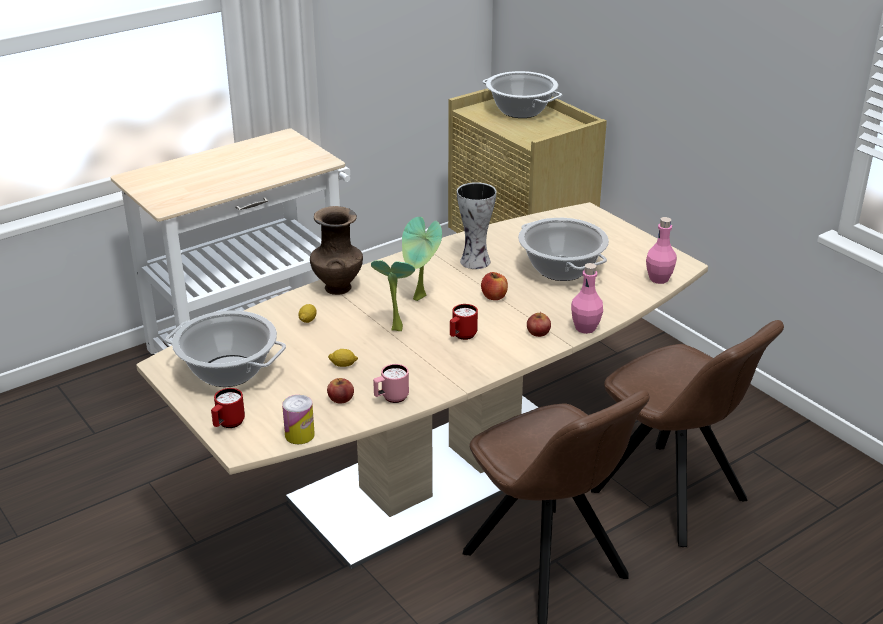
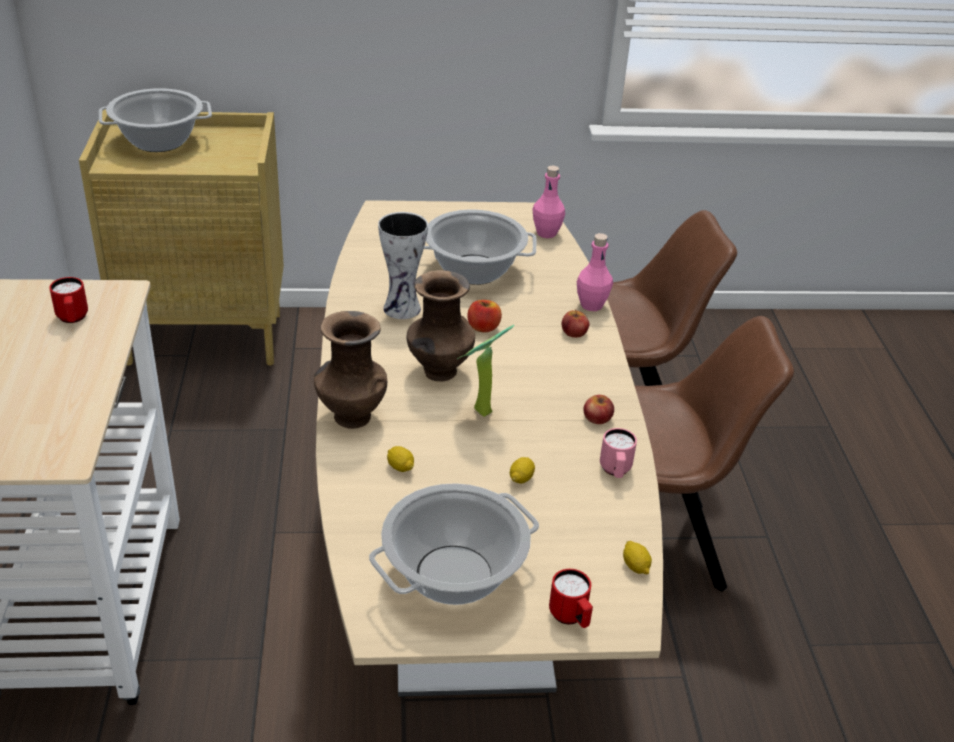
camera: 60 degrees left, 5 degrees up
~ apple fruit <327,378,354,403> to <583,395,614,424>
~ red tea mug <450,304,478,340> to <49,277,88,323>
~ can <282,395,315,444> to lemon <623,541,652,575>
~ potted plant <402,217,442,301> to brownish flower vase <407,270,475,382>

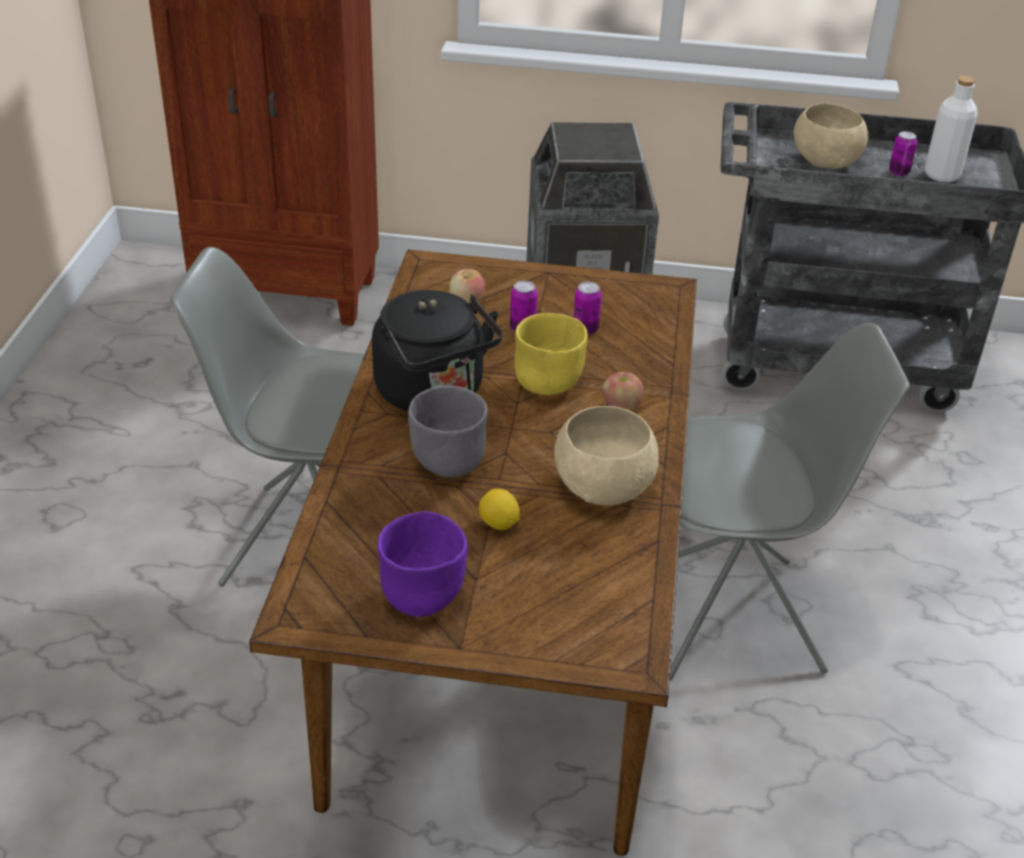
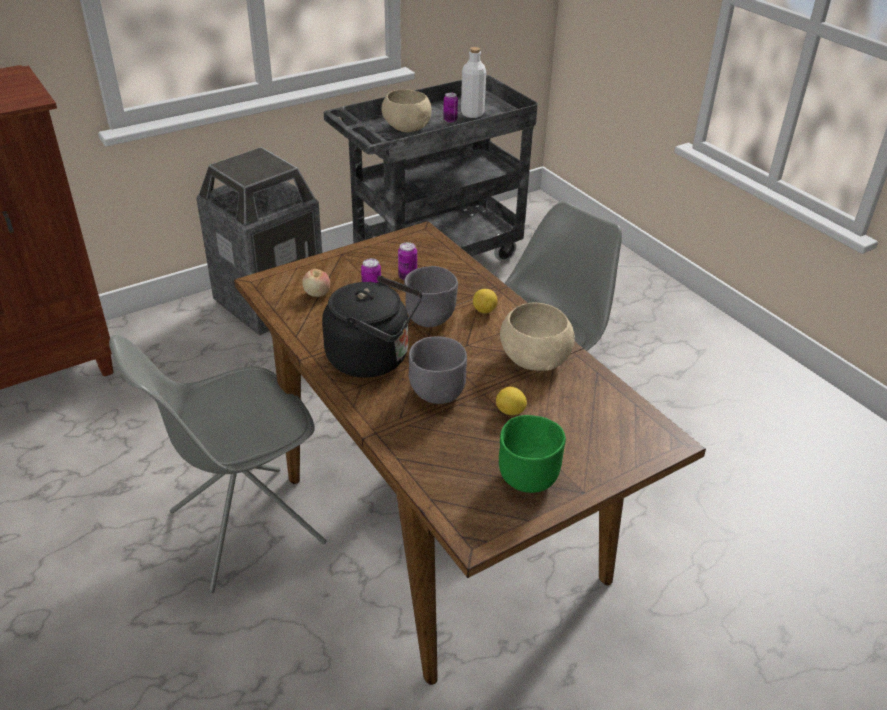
camera: 40 degrees left, 0 degrees up
~ apple fruit <602,372,644,411> to lemon <473,289,498,313>
~ purple-coloured bowl <377,511,468,617> to greenish bowl <499,415,566,493>
~ yellow-coloured bowl <515,313,588,395> to grey bowl <404,266,458,327>

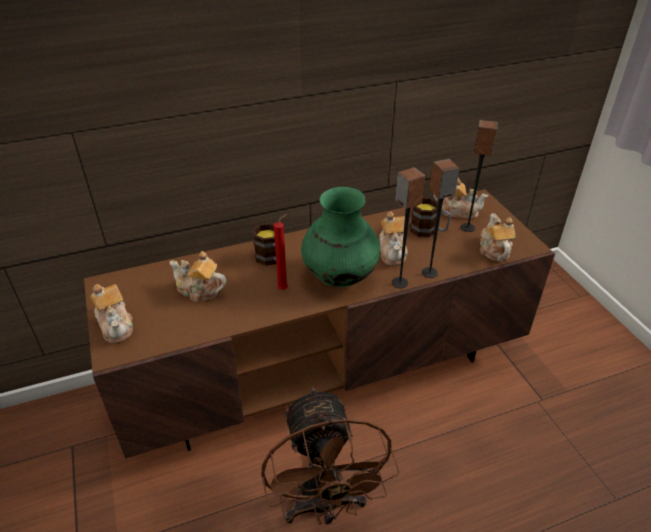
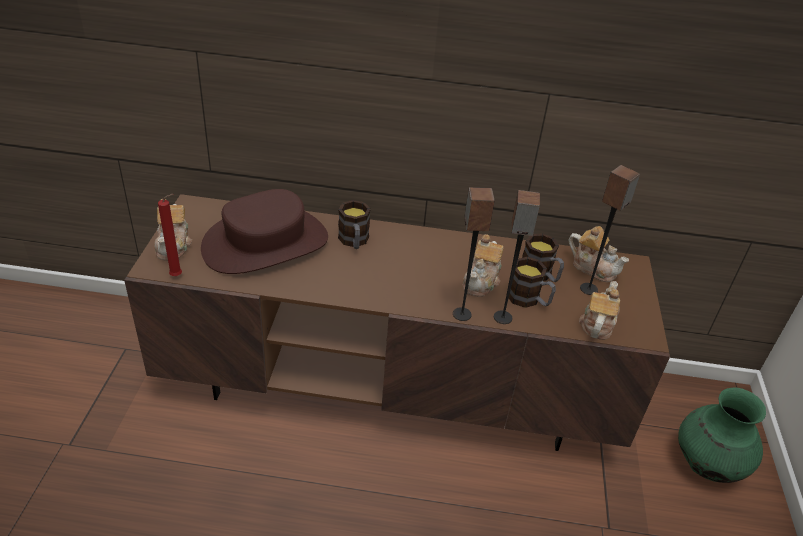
camera: 25 degrees right, 0 degrees up
- brownish cooling fan <261,386,400,525>
+ tea mug <509,257,556,308>
~ red wax candle <274,214,288,290> to <158,194,182,276>
~ greenish flower vase <301,187,381,287> to <678,387,766,483>
~ pot for tea <170,251,226,302> to brownish wearable hat <201,189,328,274>

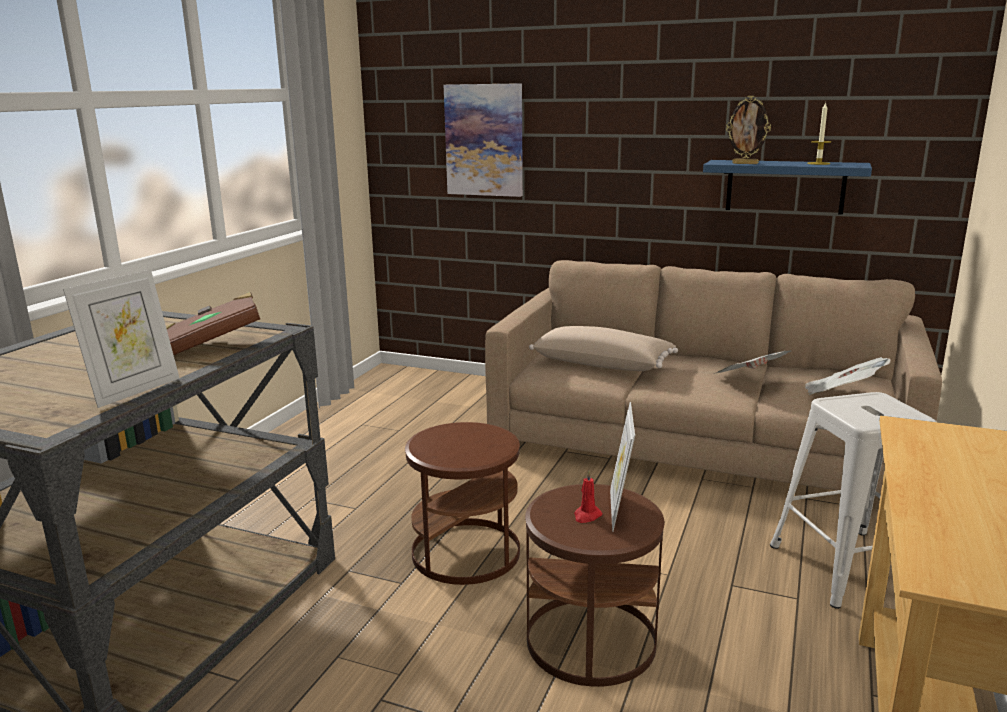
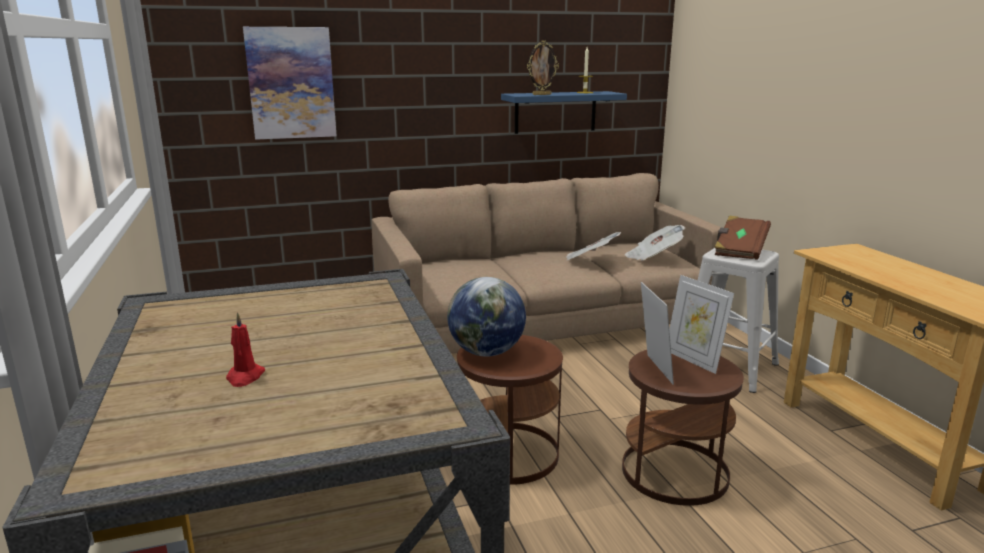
camera: 40 degrees left, 0 degrees up
- beige throw pillow <529,326,678,371>
+ world globe <447,277,526,357>
~ photo frame <63,270,180,408> to <641,282,674,385>
~ brownish book <166,292,260,355> to <714,215,771,260>
~ red wax candle <574,470,602,523> to <226,312,265,387>

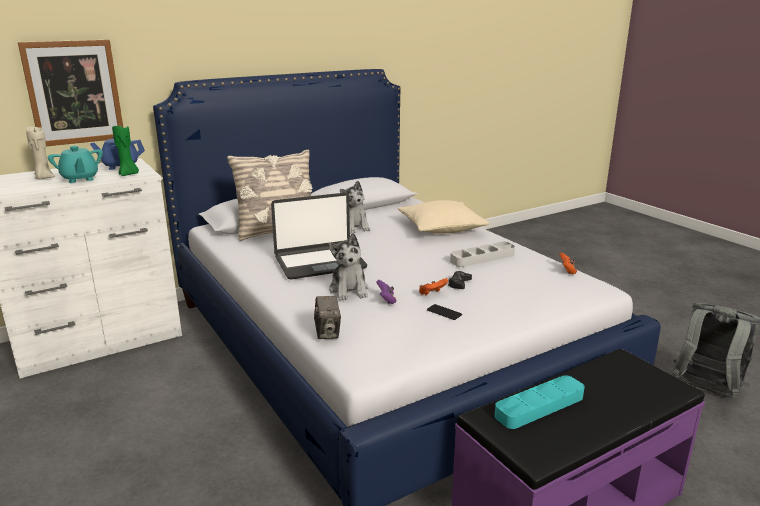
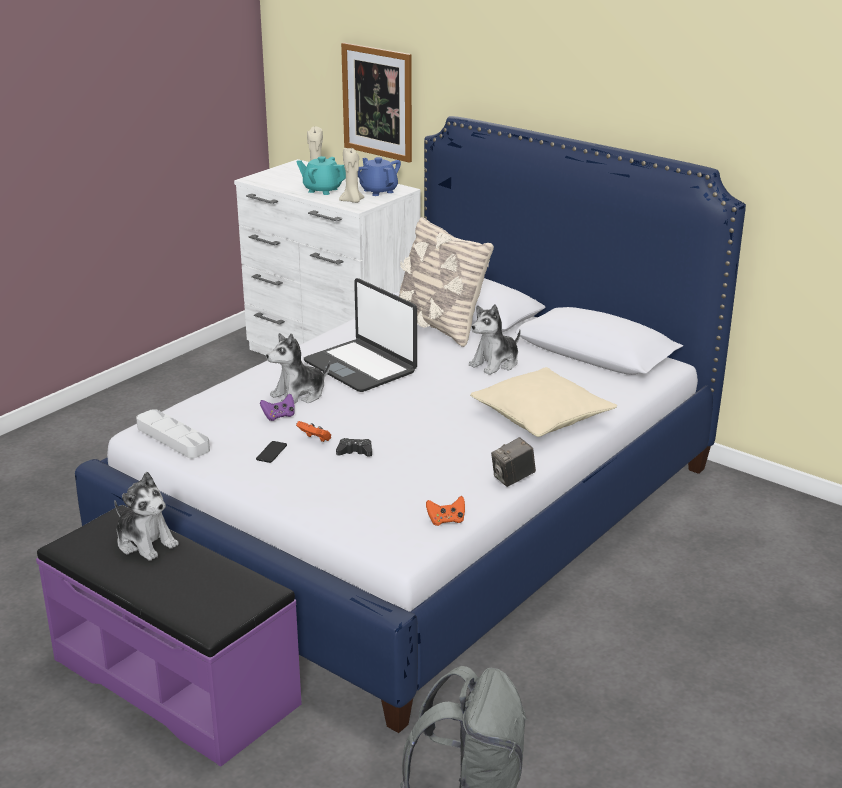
camera: 70 degrees right, 5 degrees up
~ photo camera <314,296,341,339> to <491,437,536,487>
~ grey tray <450,241,515,267> to <136,409,210,458>
~ turquoise-coloured tray <495,375,584,429> to cuddly toy <114,472,179,561>
~ greenish wax candle <112,126,139,176> to beige wax candle <339,148,364,203>
~ turquoise-coloured pot for tea <48,146,103,183> = <296,156,346,195> 75 degrees clockwise

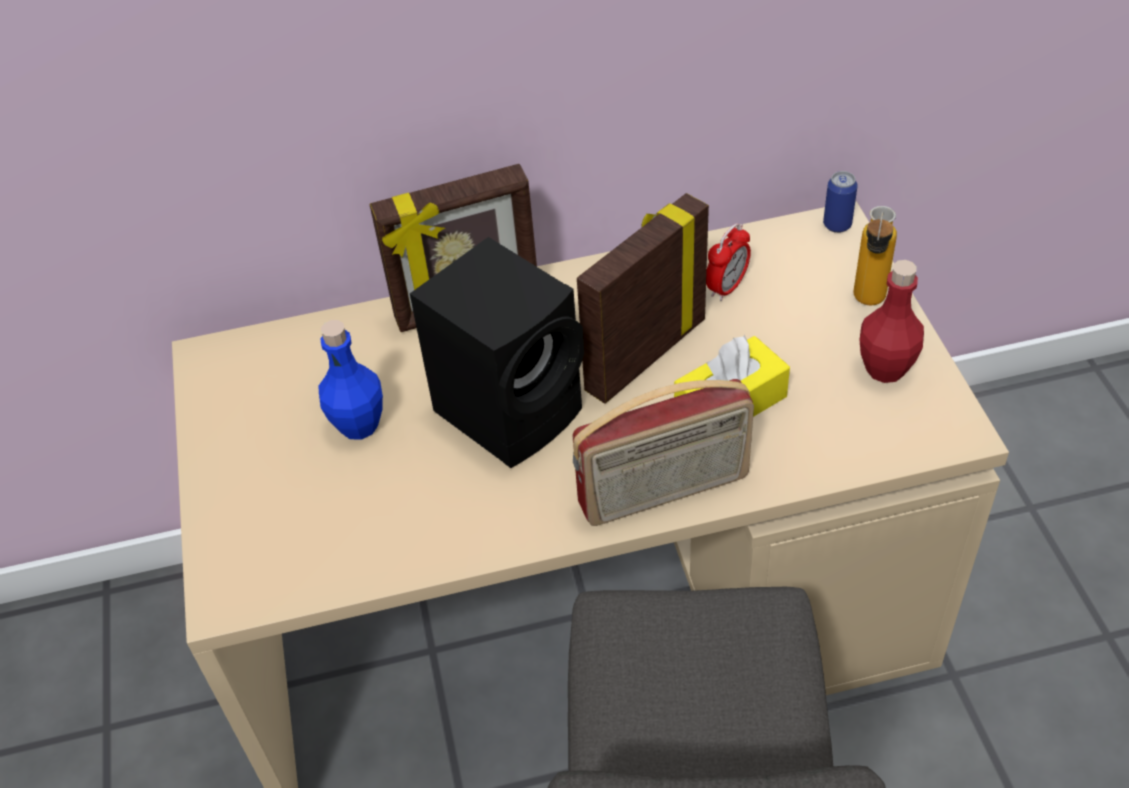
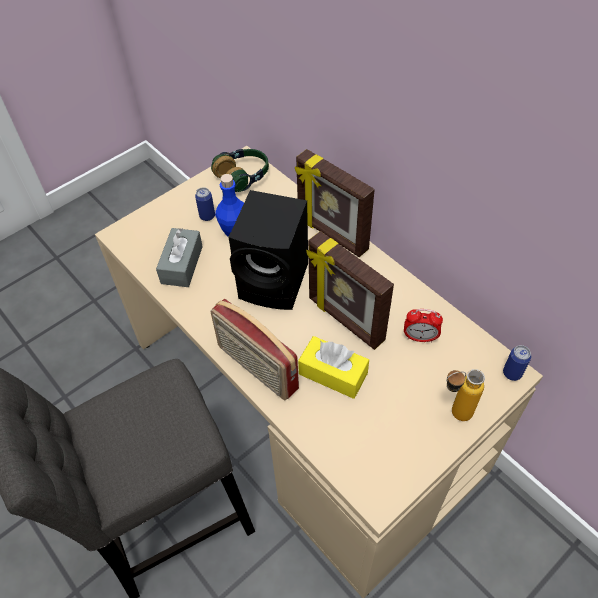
camera: 60 degrees right, 5 degrees up
- red drink bottle <859,260,924,383>
+ grey tissue holder <156,228,203,287>
+ can <195,187,215,221>
+ pair of headphones <211,149,269,192>
~ photo frame <577,193,709,404> = <306,231,394,350> 150 degrees counterclockwise

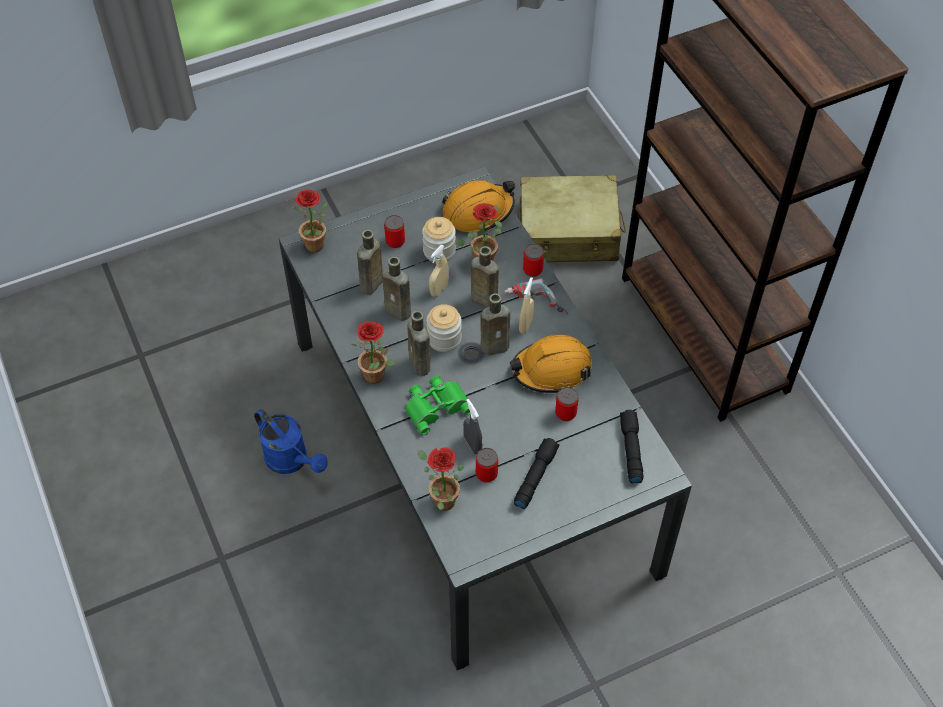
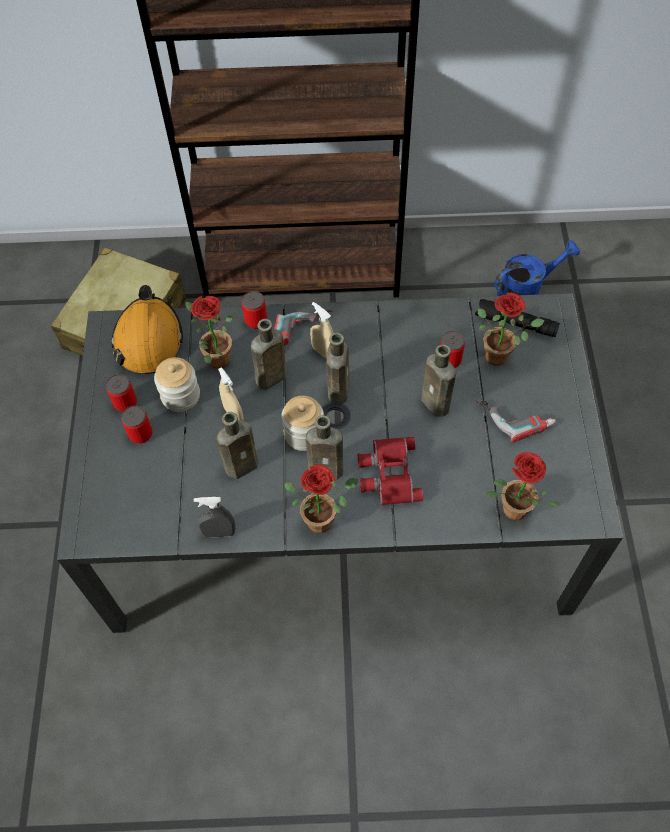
camera: 65 degrees left, 5 degrees up
- orange-coloured hard hat <510,335,592,393>
~ blue-coloured watering pot <254,409,328,474> to <494,240,580,296>
~ potted plant <291,189,327,253> to <478,293,544,366>
~ brownish drink bottle <357,229,383,295> to <421,344,456,417>
~ grey hand sprayer <463,399,483,454> to <194,497,236,538>
~ can <476,448,498,482> to <106,374,137,412>
~ black-coloured torch <514,438,559,509> to drill <474,399,556,443>
~ greenish binoculars <404,376,471,435> to red binoculars <358,437,423,505>

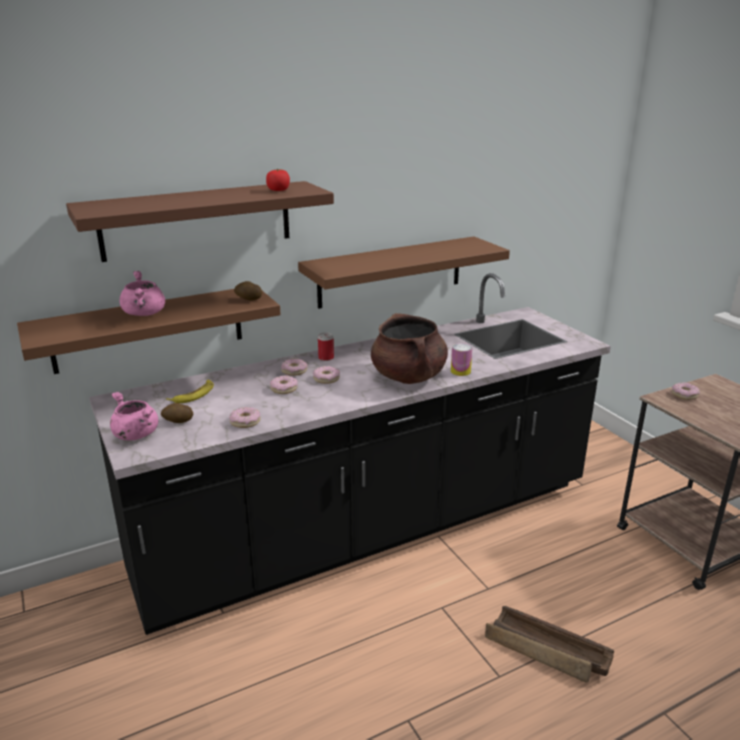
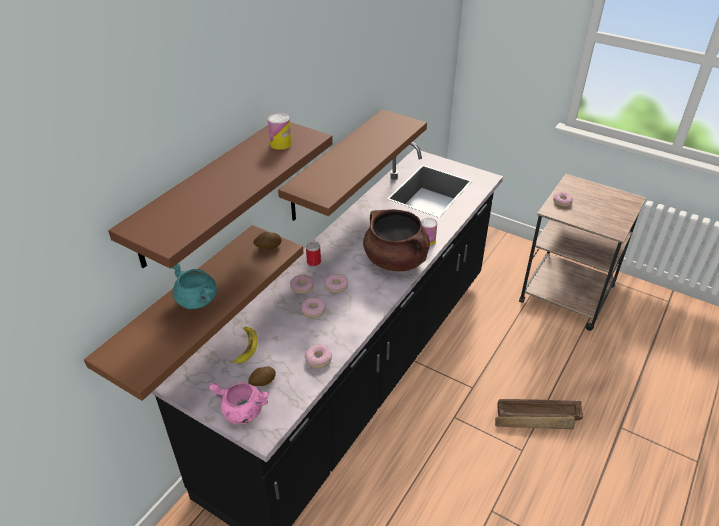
camera: 30 degrees left, 15 degrees up
~ whole tomato <266,169,290,191> to can <268,113,292,150>
~ pink saucepot <120,271,165,316> to turquoise-coloured saucepot <173,263,217,309>

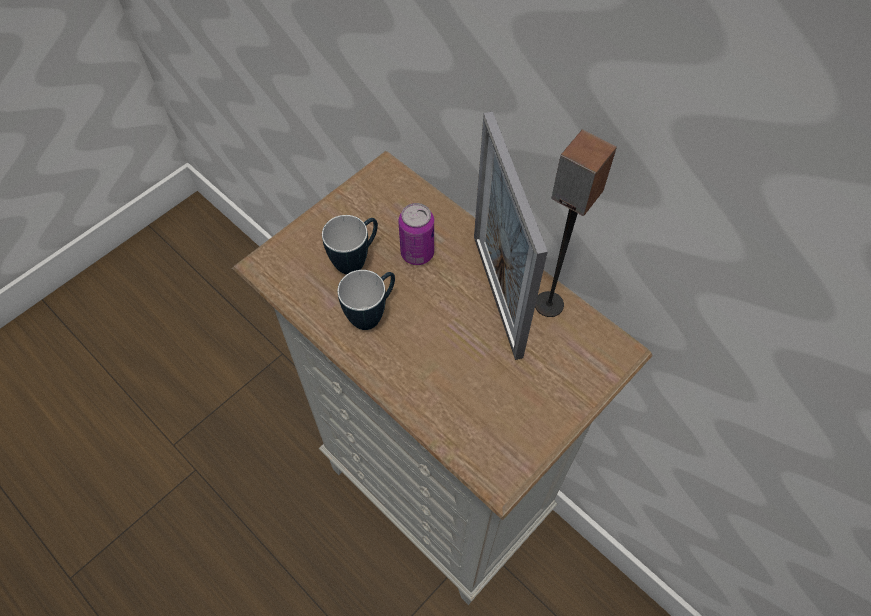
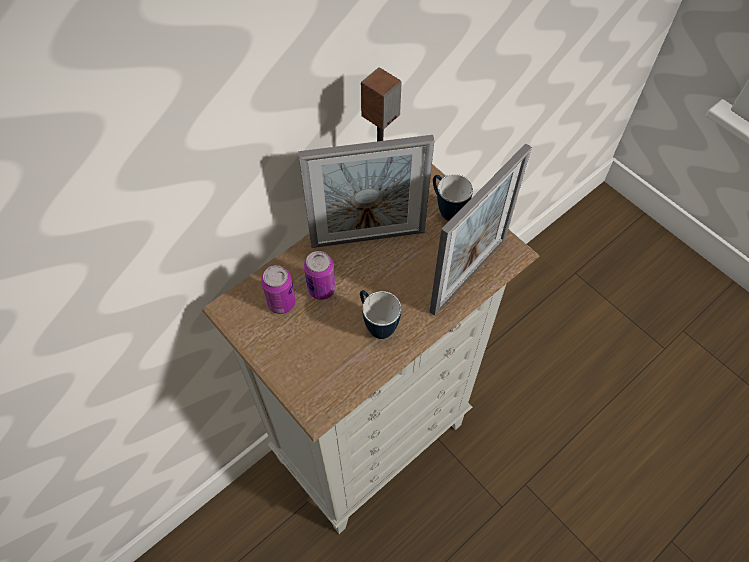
camera: 85 degrees left, 0 degrees up
+ can <261,265,296,314>
+ photo frame <429,144,532,316>
~ tea mug <322,215,378,275> to <433,174,473,221>

